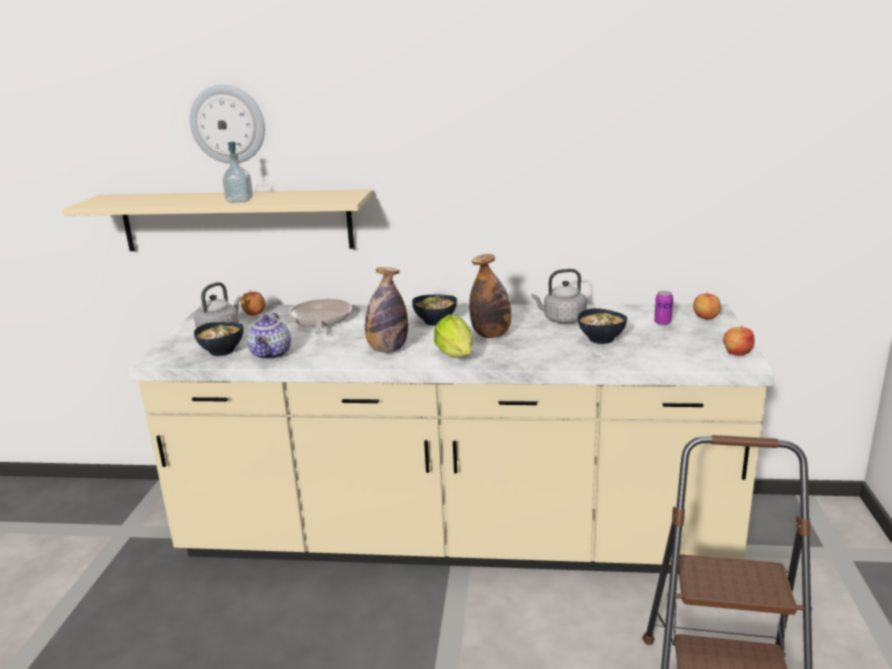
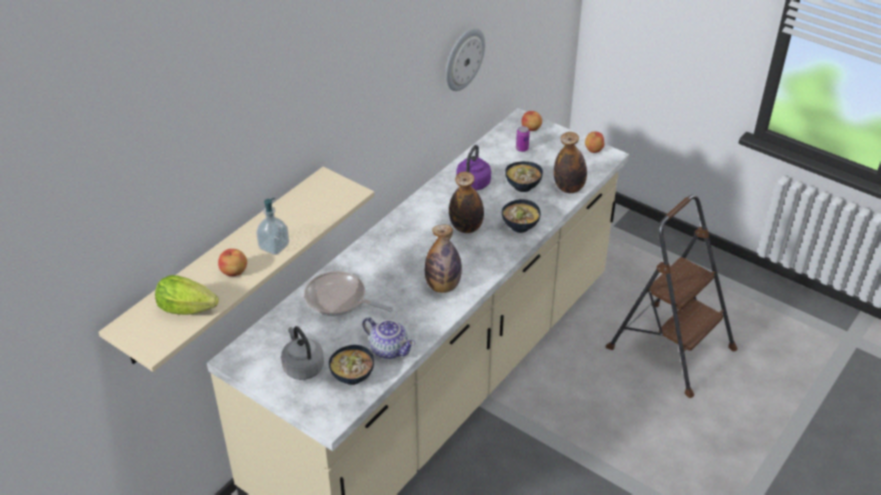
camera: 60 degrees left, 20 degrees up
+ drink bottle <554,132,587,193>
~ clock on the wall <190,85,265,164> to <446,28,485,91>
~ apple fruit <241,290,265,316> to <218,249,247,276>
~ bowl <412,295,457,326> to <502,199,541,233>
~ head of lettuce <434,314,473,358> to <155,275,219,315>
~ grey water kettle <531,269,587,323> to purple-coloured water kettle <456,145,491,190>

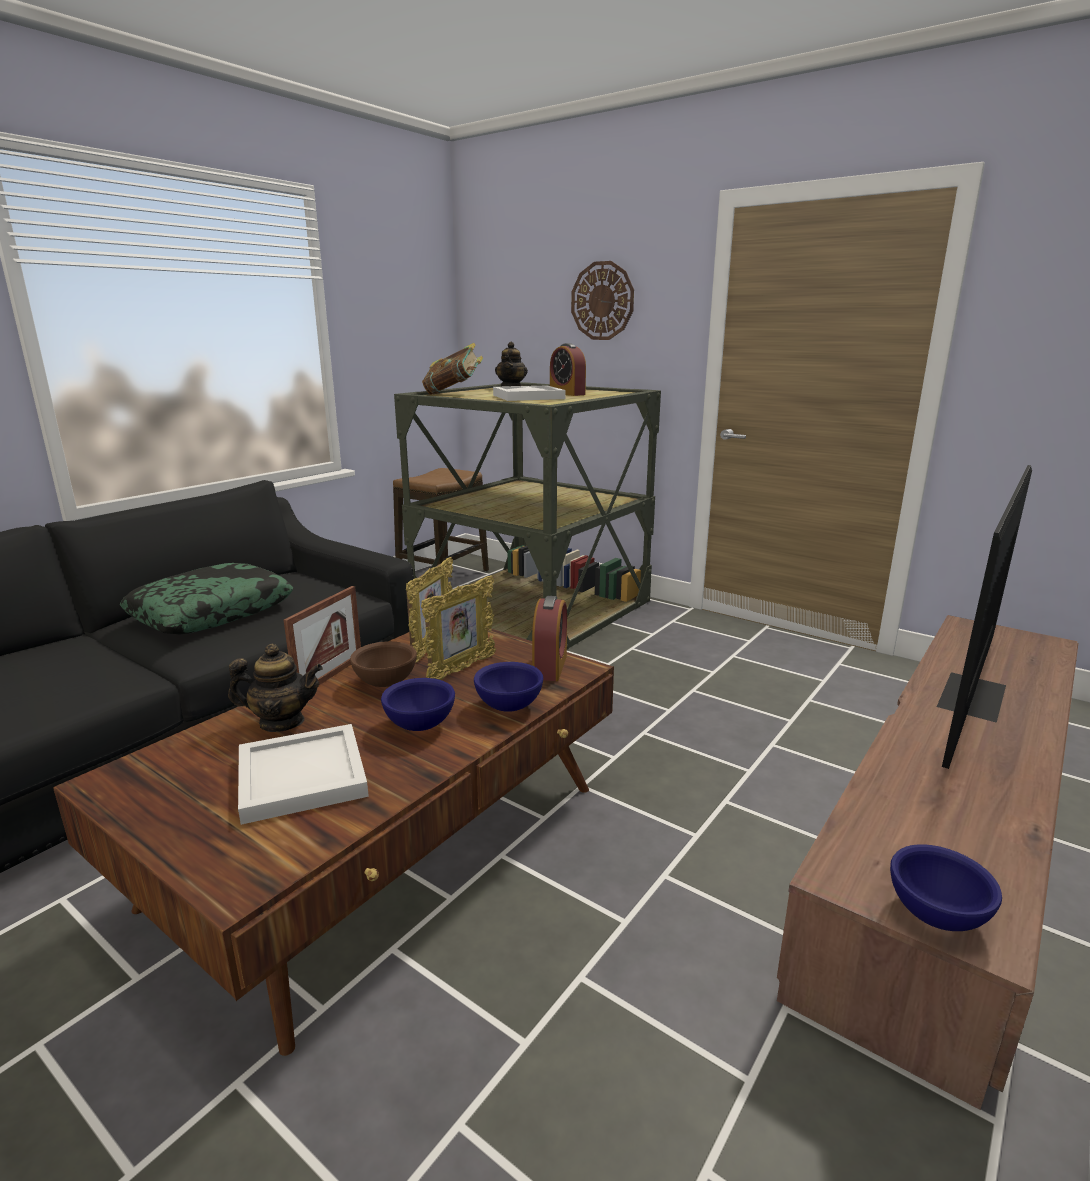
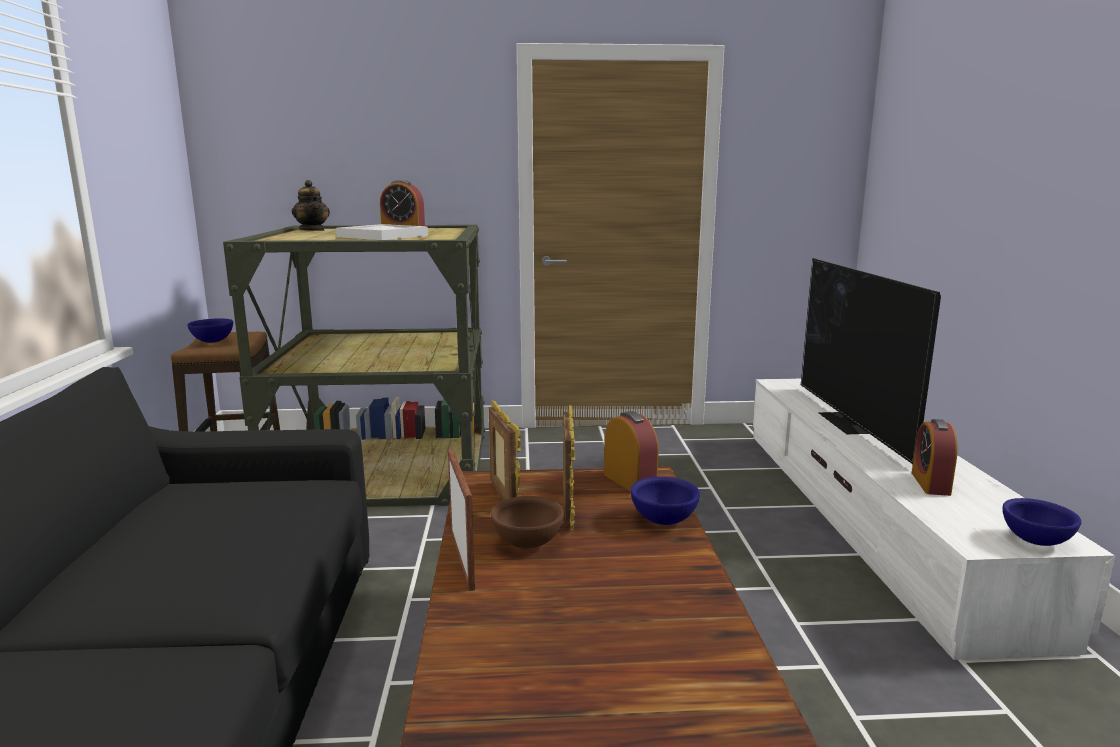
camera: 40 degrees left, 5 degrees down
- throw pillow <120,563,293,634>
- pot for tea <228,644,323,732>
- white-coloured tray <238,724,369,825>
- book <422,343,483,395>
- clock on the wall <571,261,634,340>
+ table clock <912,419,958,496>
~ blue-coloured bowl <381,678,455,731> to <187,318,233,343>
~ brownish media console <777,615,1078,1110> to white-coloured media console <753,379,1116,660>

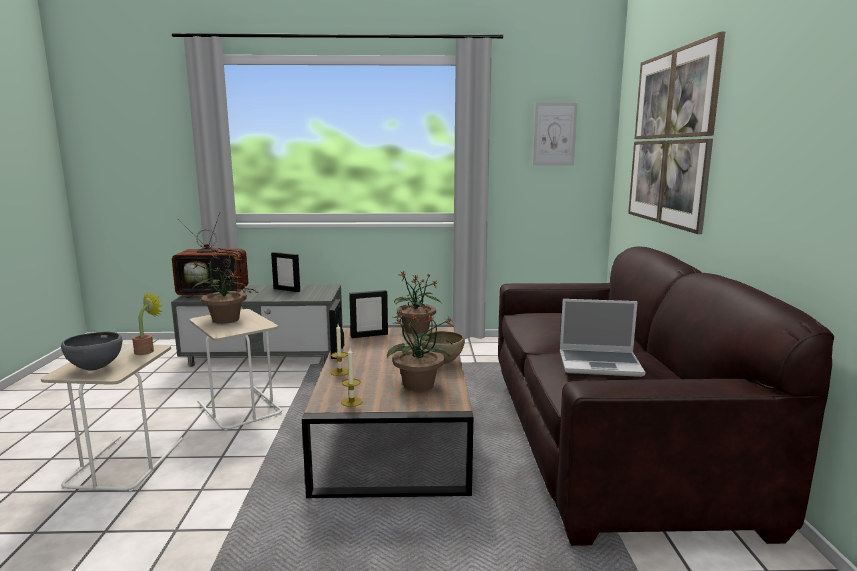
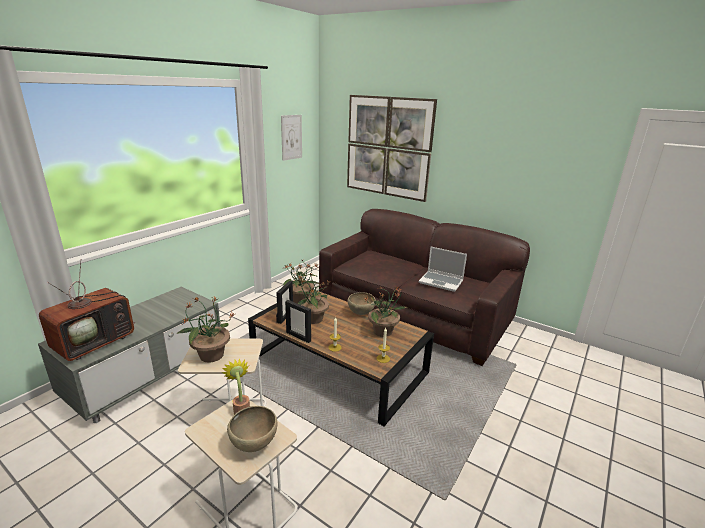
camera: 55 degrees left, 10 degrees up
- photo frame <271,252,300,292>
+ potted plant <296,273,331,324>
~ grey bowl <61,332,122,371> to brownish bowl <227,406,277,452>
~ notebook computer <560,299,645,377> = <419,247,467,292> 75 degrees clockwise

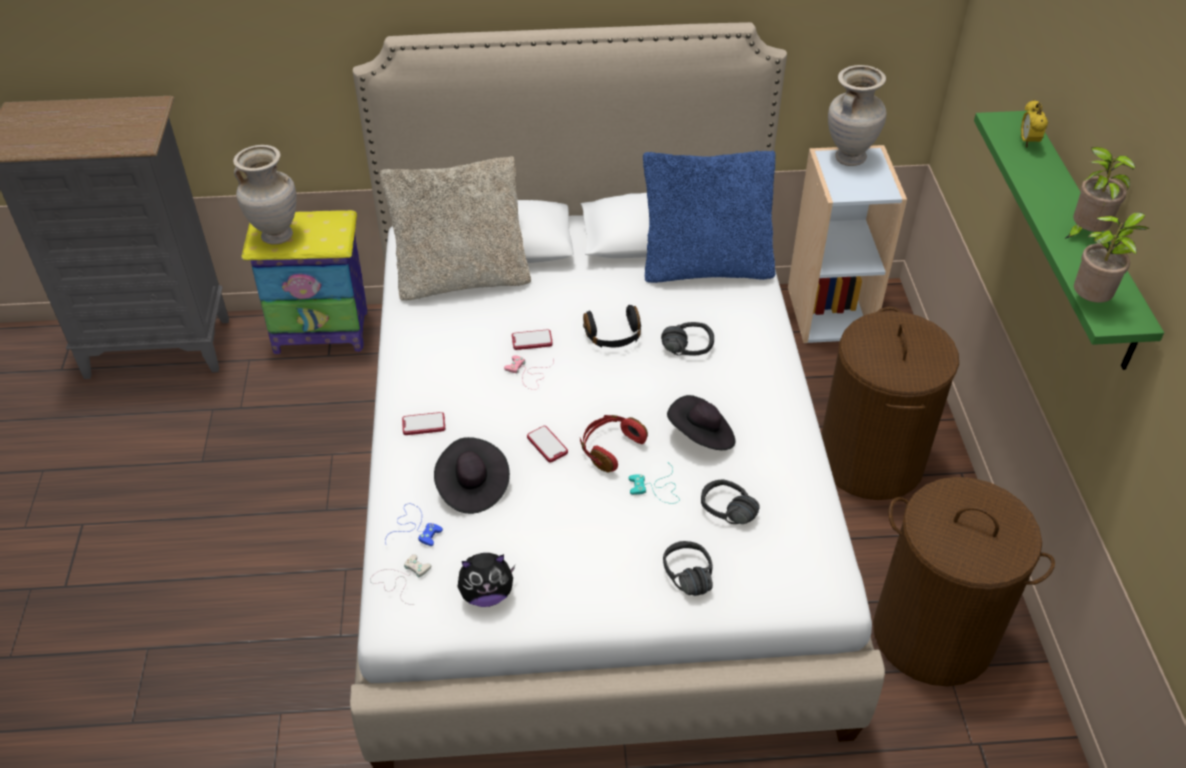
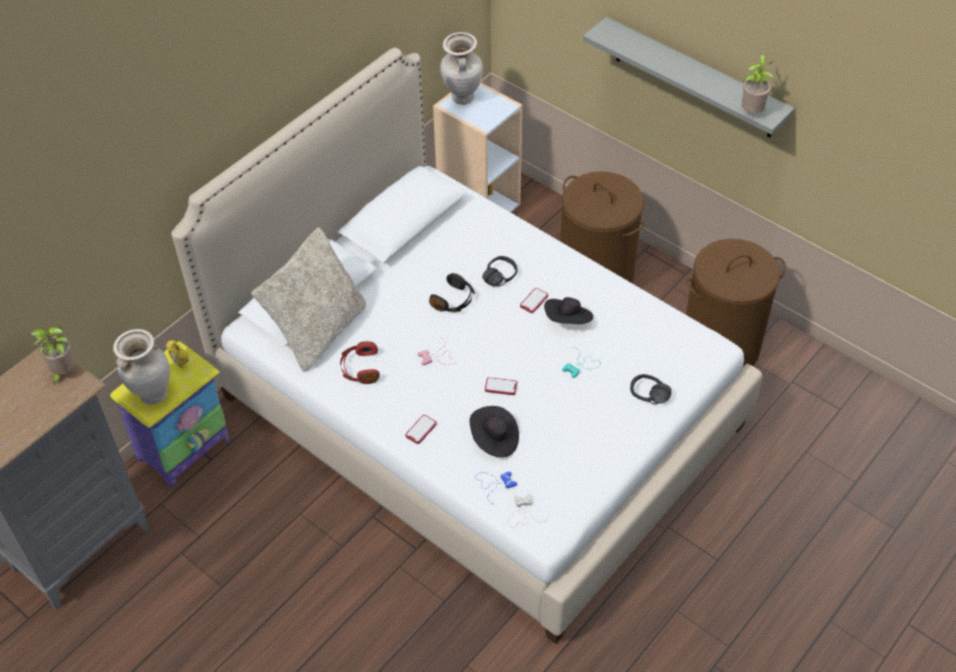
camera: 45 degrees left, 5 degrees up
- cuddly toy <458,553,515,607>
- blue-coloured throw pillow <643,151,776,283>
- black-coloured pair of headphones <701,479,760,524>
~ telephone <512,330,553,350> to <520,288,548,313>
~ red pair of headphones <580,415,648,473> to <340,341,380,384>
~ table clock <1021,100,1048,148> to <166,340,189,368>
~ potted plant <1065,147,1135,239> to <29,326,75,385>
~ greenish shelf <974,111,1164,370> to grey shelf <583,17,795,137>

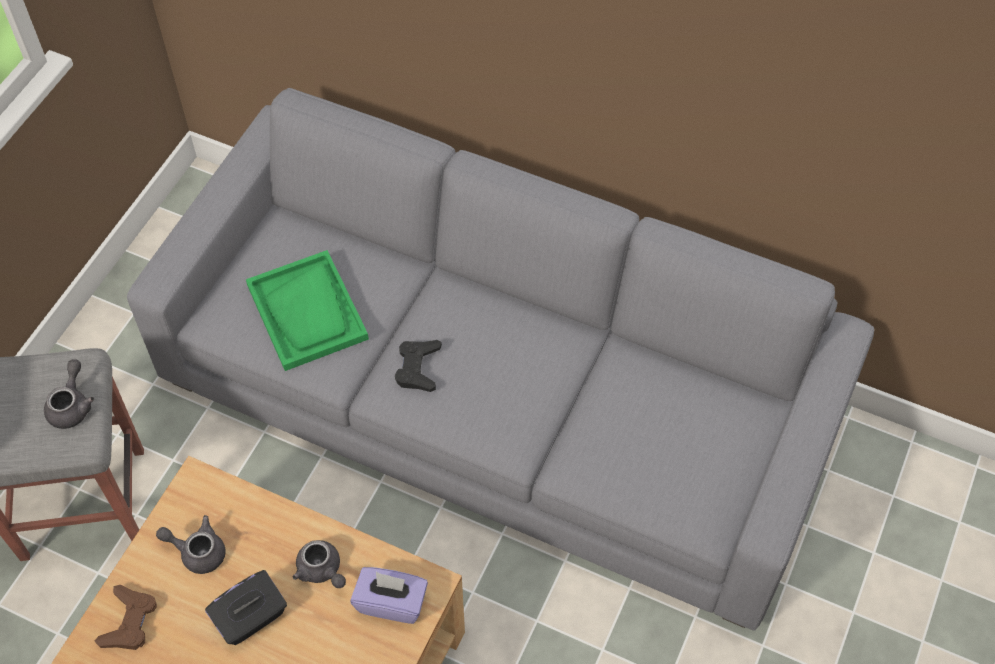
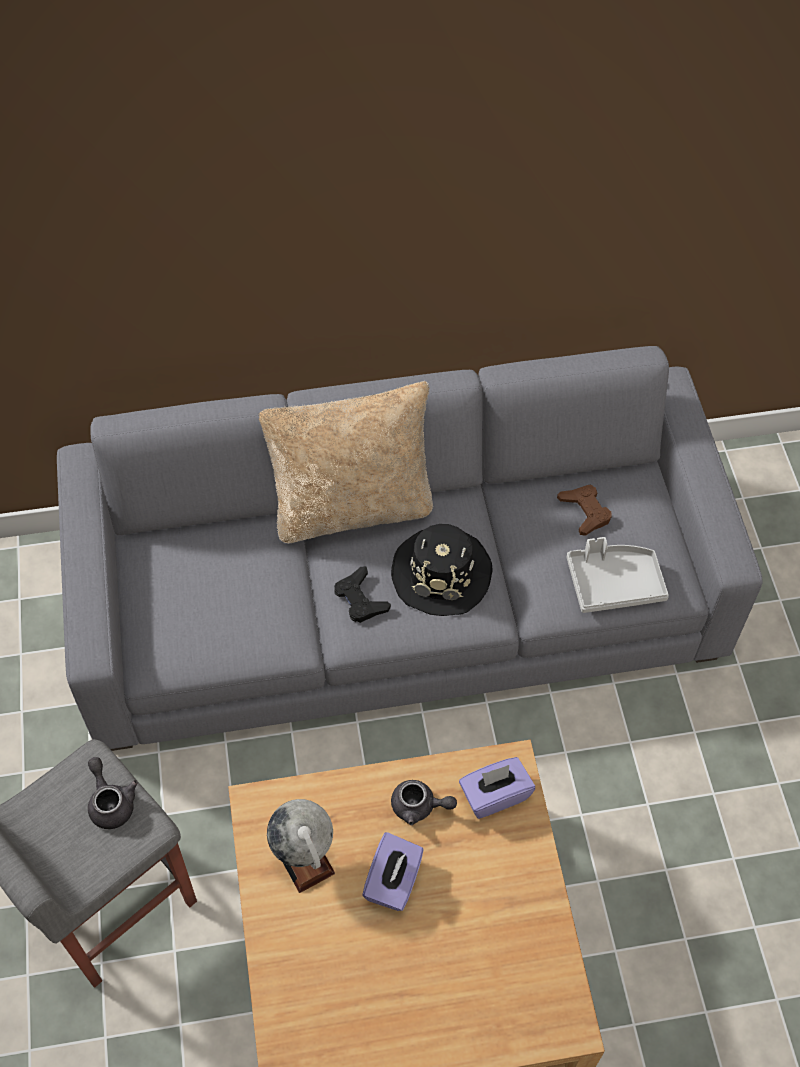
camera: 35 degrees left, 0 degrees up
- greenish tray <246,250,369,371>
+ beige throw pillow <258,381,433,543>
+ black-coloured wearable hat <391,524,493,616>
+ grey tray <567,537,669,613>
~ brownish joypad <95,585,157,650> to <557,485,612,536>
~ grey pot for tea <156,515,225,574> to world globe <267,799,335,893>
~ black-coloured tissue holder <205,570,287,645> to purple-coloured tissue holder <362,832,424,911>

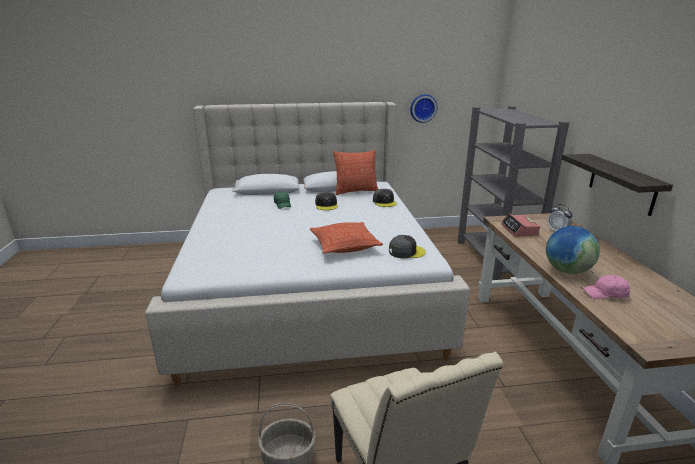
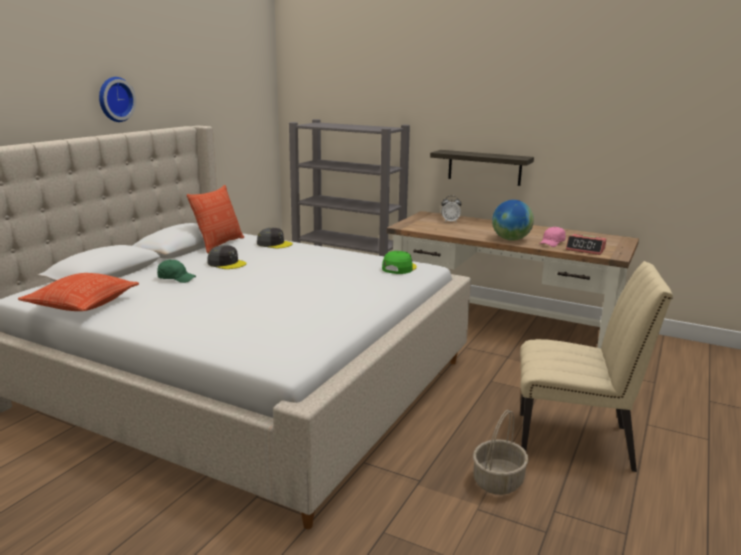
camera: 55 degrees left, 5 degrees down
~ orange-coloured throw pillow <310,222,383,254> to <18,273,139,311>
~ clock on the wall <410,94,437,123> to <99,77,136,122>
~ table clock <501,213,540,237> to <566,234,607,255>
~ grey peaked cap <389,235,426,258> to greenish peaked cap <382,251,417,274>

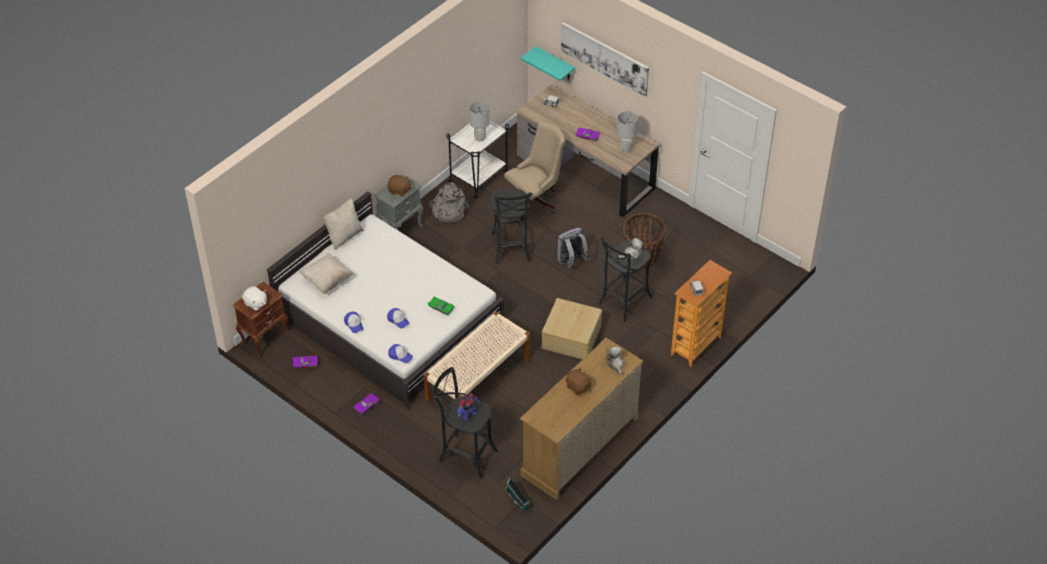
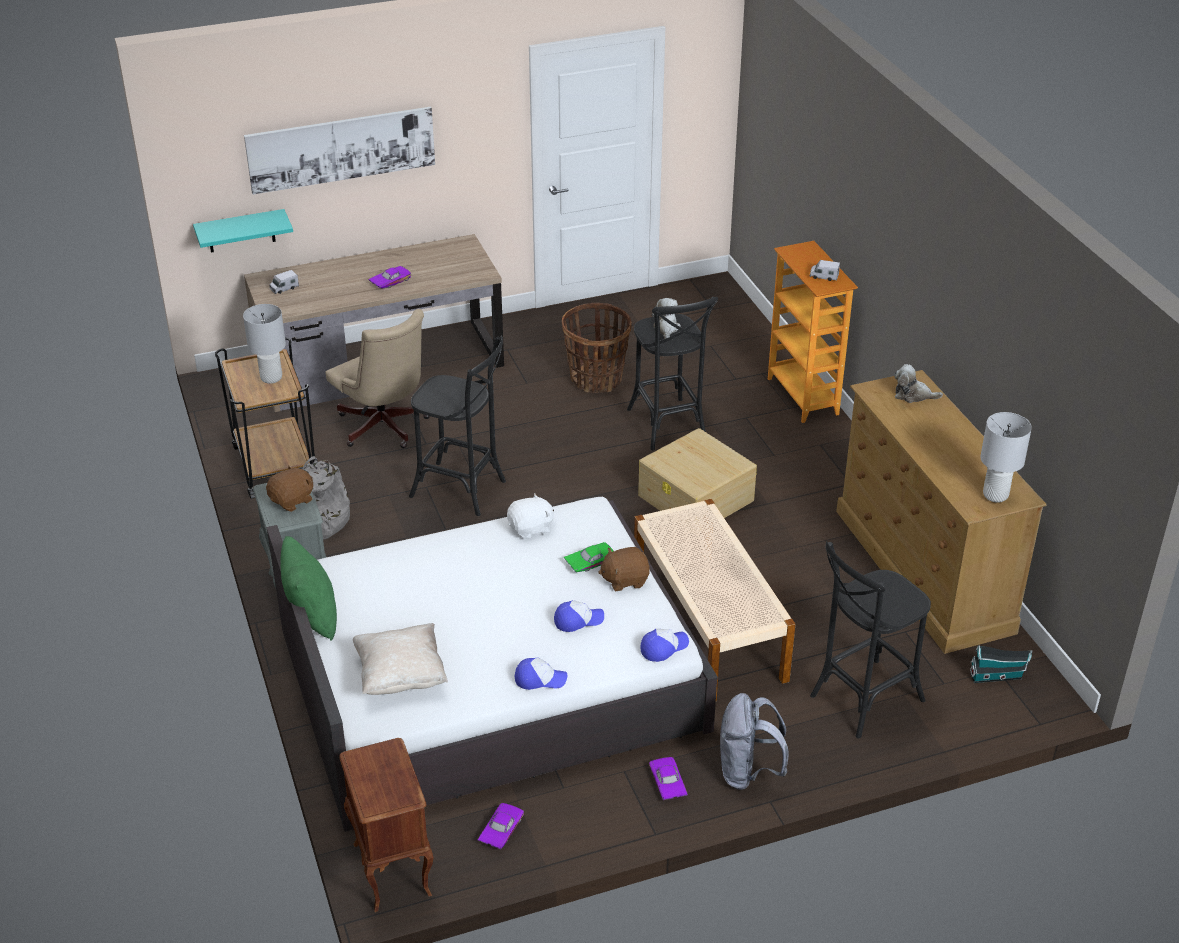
camera: 60 degrees left, 10 degrees down
- robot figure <457,393,480,421>
~ white-coloured cuddly toy <242,286,267,311> to <507,493,555,540>
~ grey backpack <557,228,590,269> to <720,693,789,790>
~ brownish cuddly toy <566,368,592,395> to <598,547,650,591>
~ grey lamp for a table <617,111,638,152> to <980,412,1032,503>
~ beige throw pillow <323,198,364,250> to greenish throw pillow <281,536,337,641>
~ white-coloured wheeled cart <446,121,509,199> to brownish wheeled cart <215,337,315,499>
~ beige desk chair <504,122,565,219> = <326,309,430,448> 150 degrees clockwise

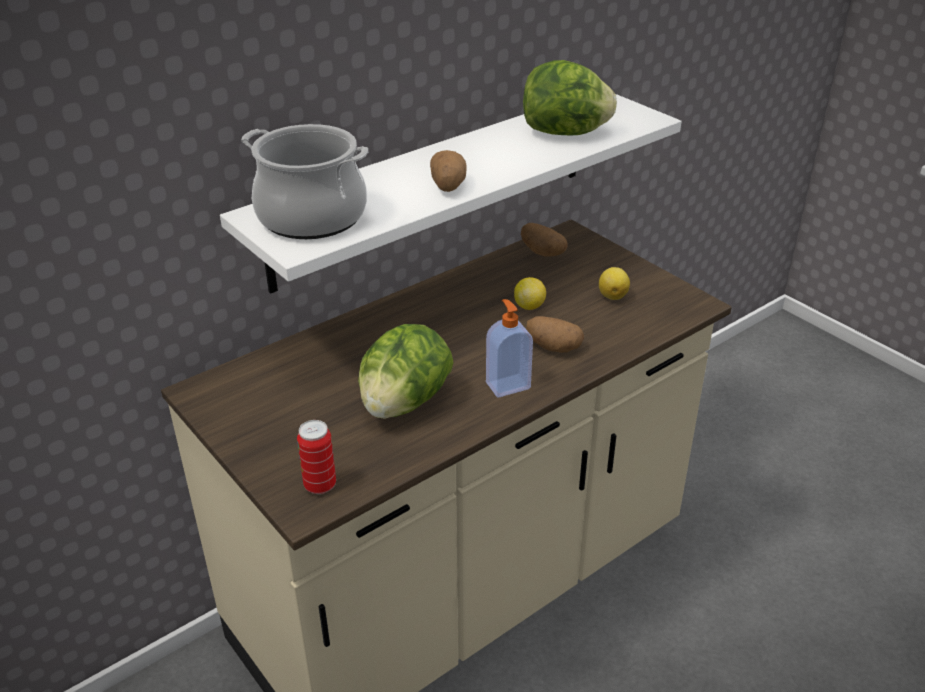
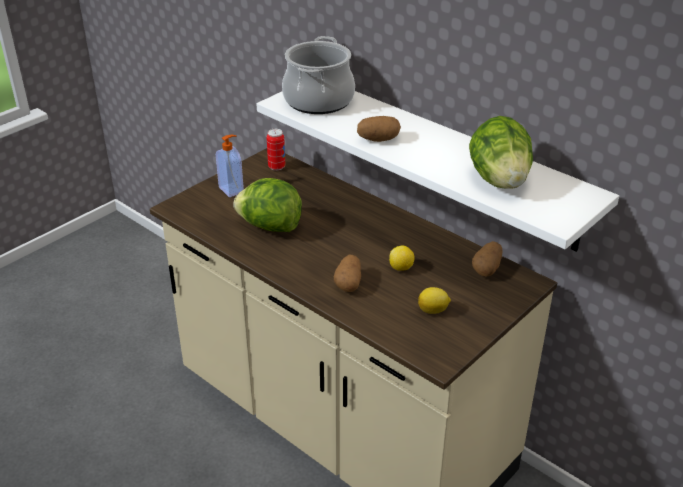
camera: 80 degrees right, 0 degrees up
~ can <297,420,336,494> to <266,129,285,171>
~ liquid soap bottle <486,299,533,397> to <216,135,244,197>

